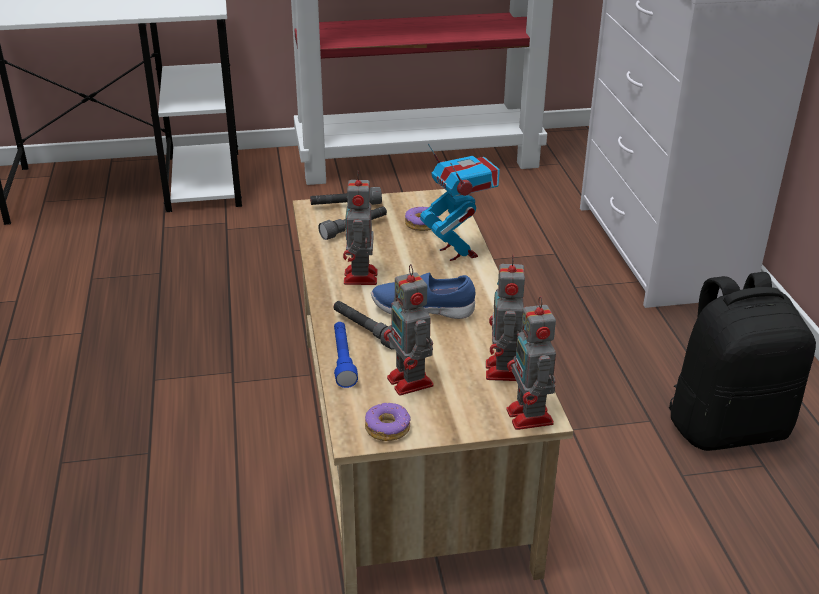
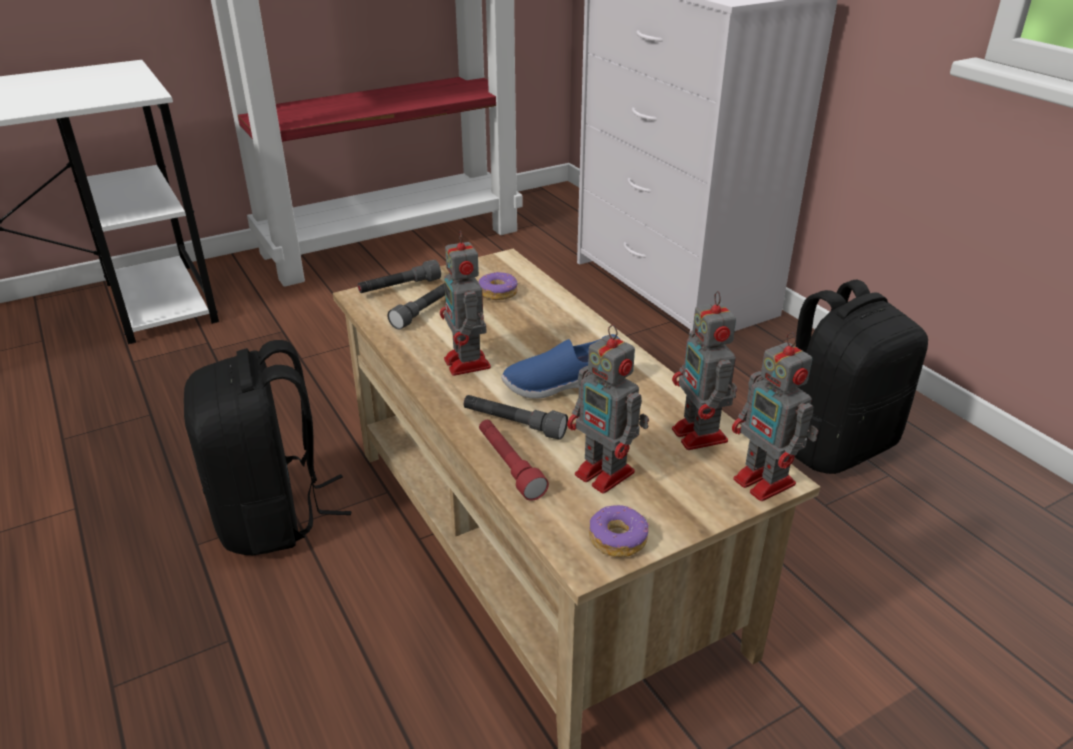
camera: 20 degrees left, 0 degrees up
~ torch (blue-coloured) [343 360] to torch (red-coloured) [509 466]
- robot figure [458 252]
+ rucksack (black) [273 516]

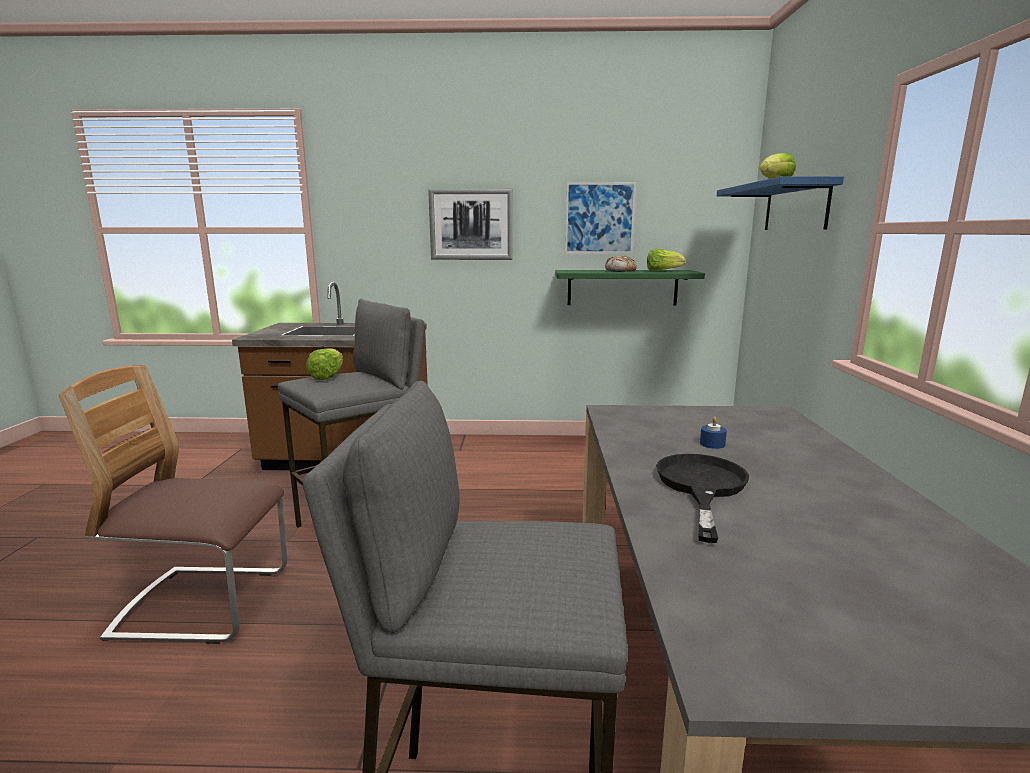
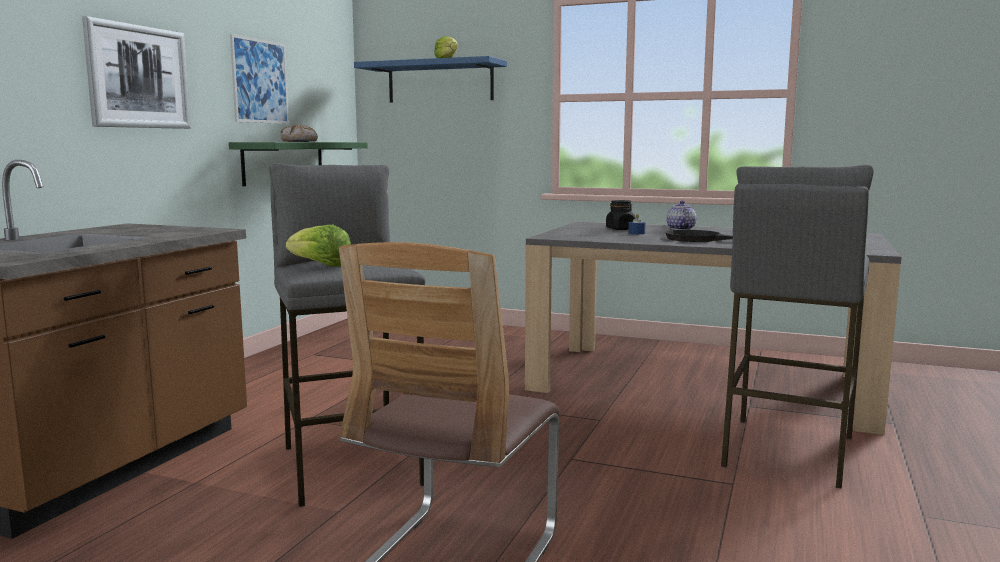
camera: 70 degrees left, 5 degrees down
- lettuce head [662 271]
+ storage jar (black) [620 229]
+ tea pot [680 229]

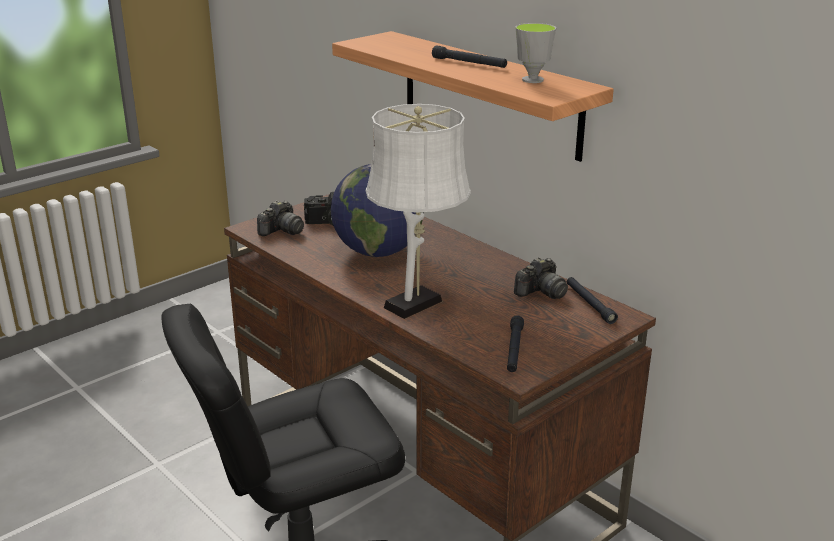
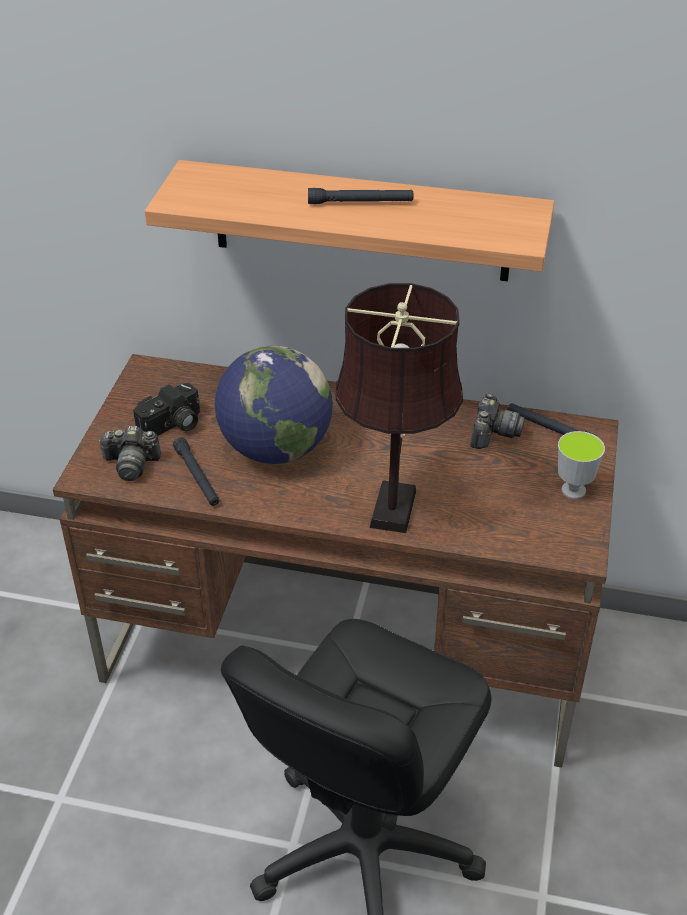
camera: 35 degrees left, 15 degrees up
~ photo camera [282 231] = [131 464] 90 degrees clockwise
~ table lamp (white) [417 302] to table lamp (brown-coloured) [394 504]
~ torch (black) [514 349] to [197 477]
~ drinking cup [532 80] to [573 490]

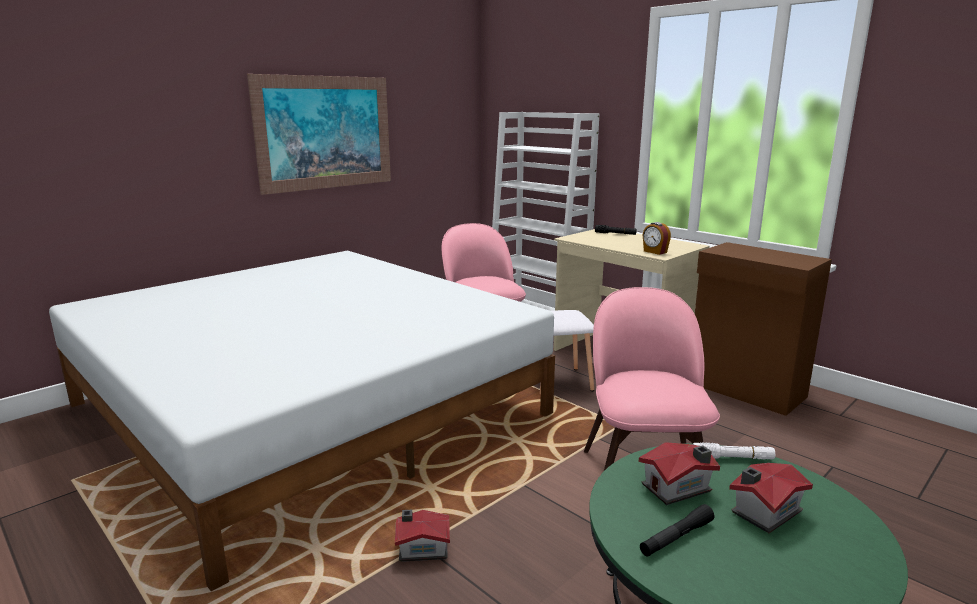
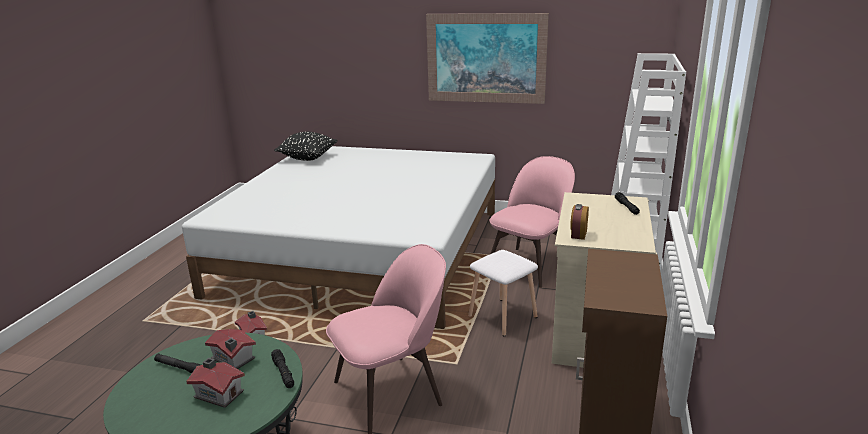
camera: 60 degrees right, 5 degrees up
~ torch (white) [732 458] to torch (black) [283 373]
+ pillow (black) [308 158]

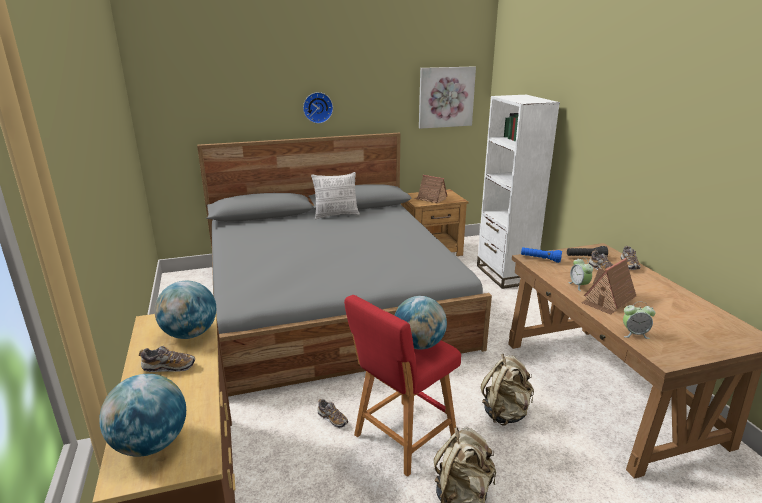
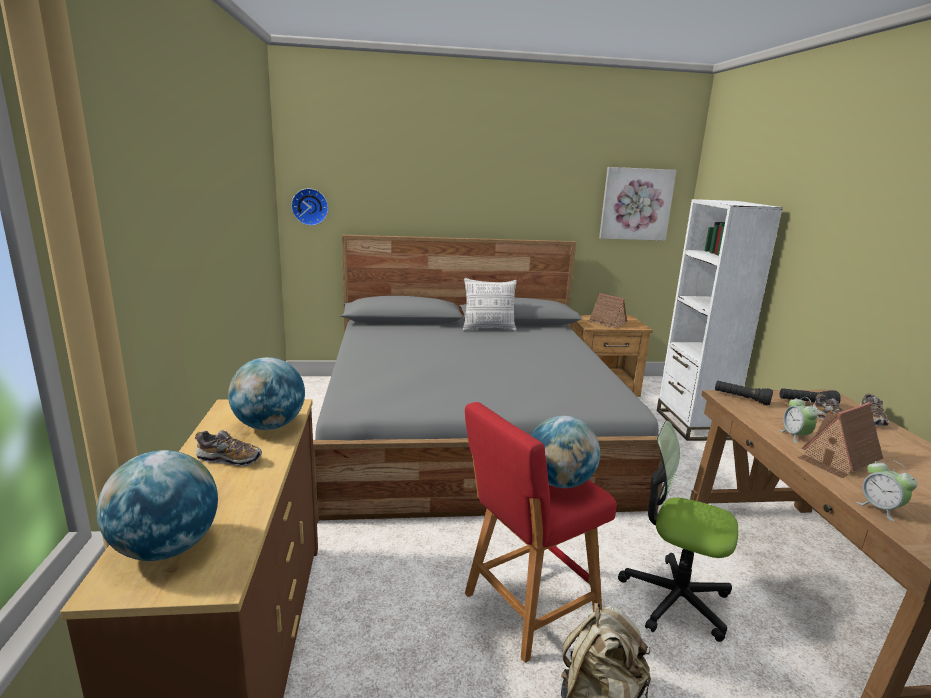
camera: 10 degrees right, 5 degrees down
~ hanging clock [317 107] to [310 206]
- shoe [332 419]
~ rucksack (beige) [505 413] to computer chair [675 599]
~ torch (blue-coloured) [540 259] to torch (black) [741 398]
~ bedside clock [634 334] = [880 509] 45 degrees clockwise

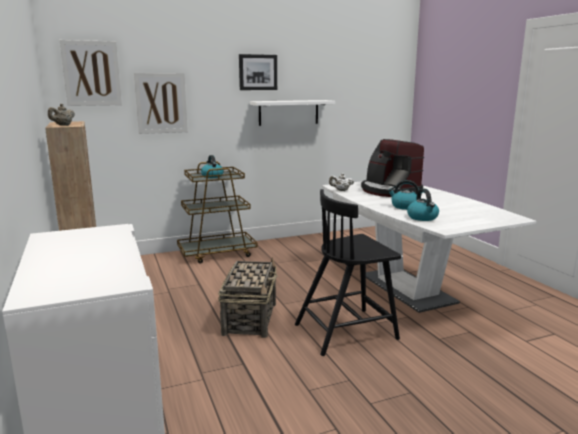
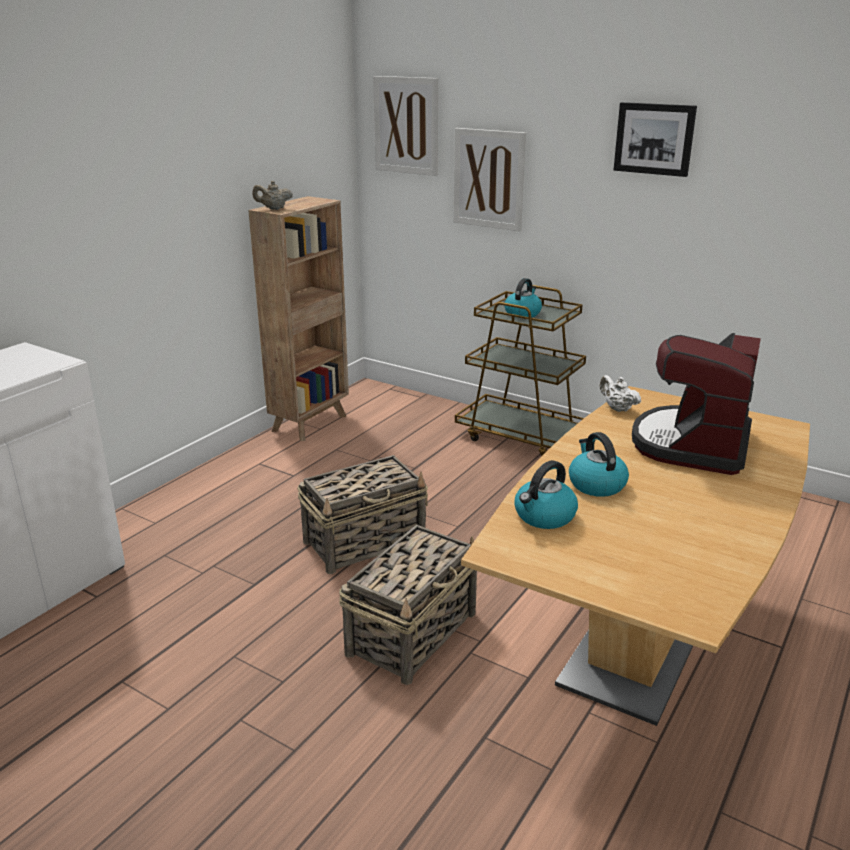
camera: 55 degrees right, 10 degrees up
- shelf (white) [288 112]
~ plain chair (black) [347 331] to household basket [413 632]
~ dinner table (white) [407 288] to dinner table (brown-coloured) [638 644]

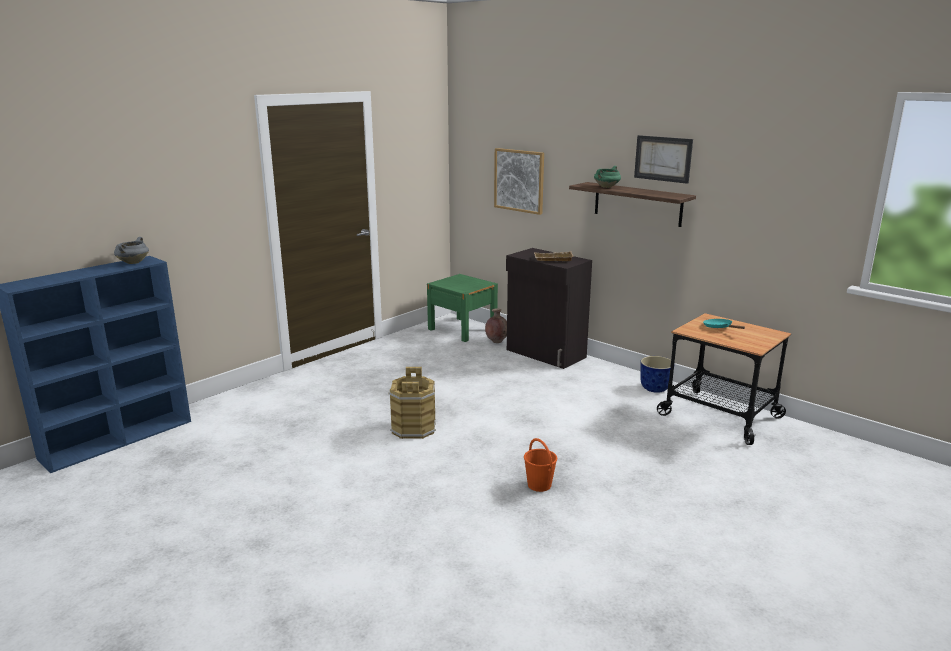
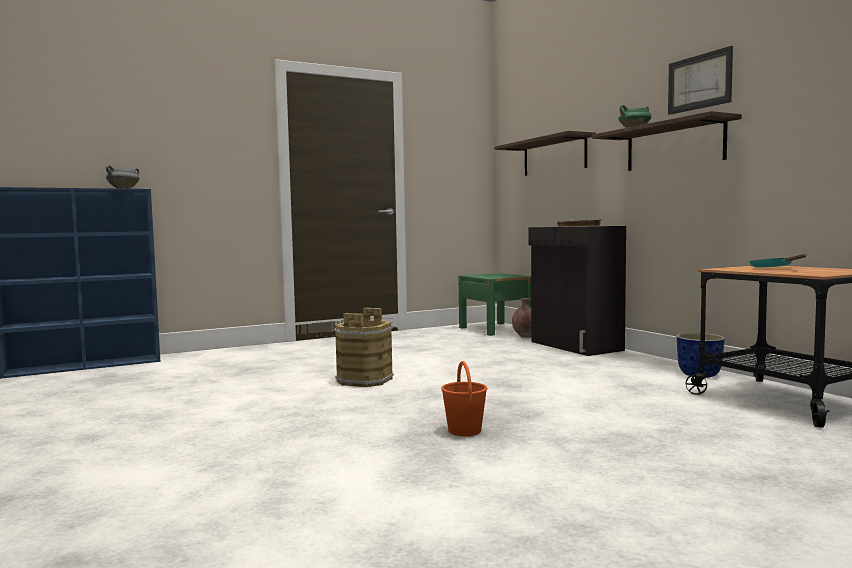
camera: 20 degrees right, 15 degrees down
~ picture [519 180] to shelf [554 156]

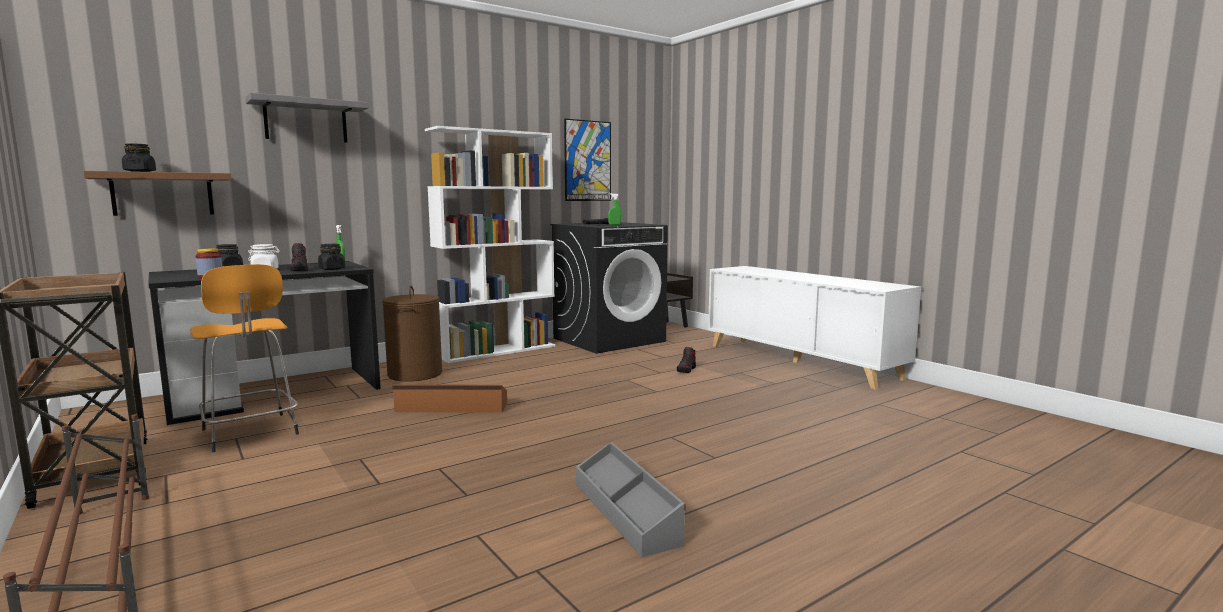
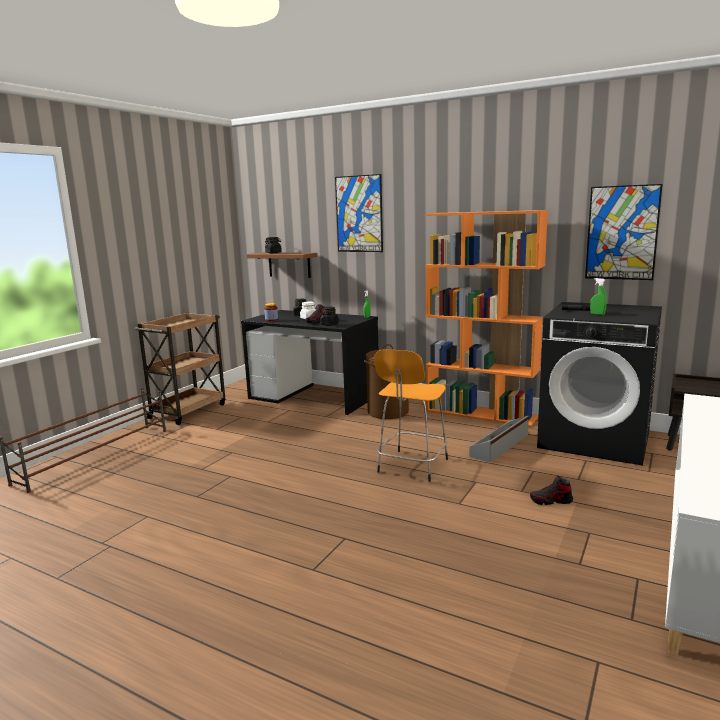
camera: 65 degrees right, 5 degrees up
~ stool seat (orange-coloured) [250 433] to [412 467]
~ shelf (gray) [306 121] to picture [359 214]
- storage box (brown-coloured) [451 408]
~ bookshelf (white) [497 351] to bookshelf (orange-coloured) [481 414]
~ storage box (gray) [626 511] to [500 445]

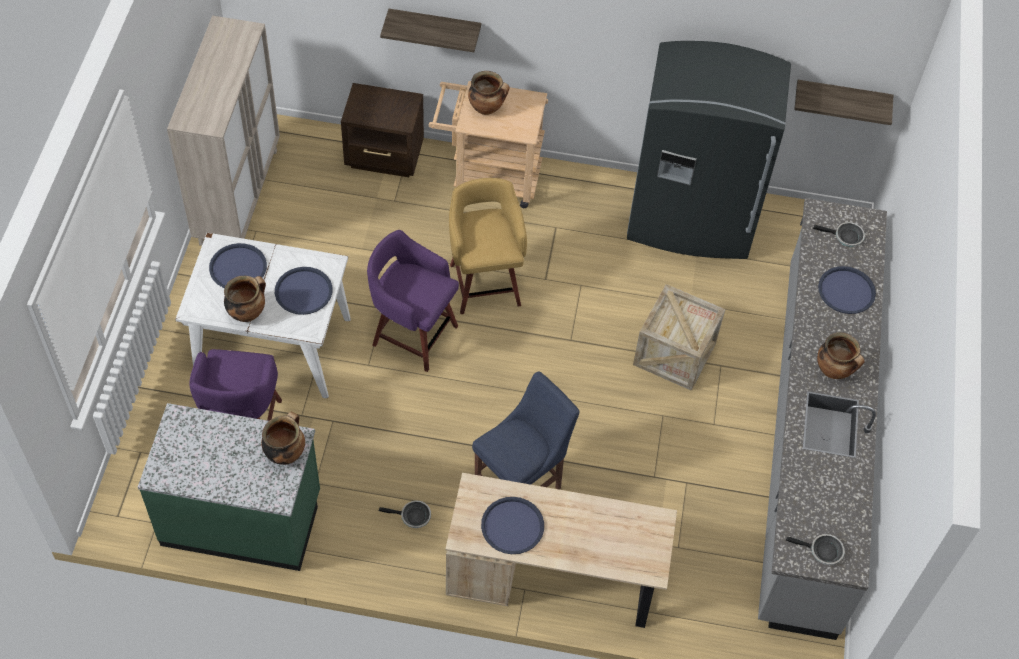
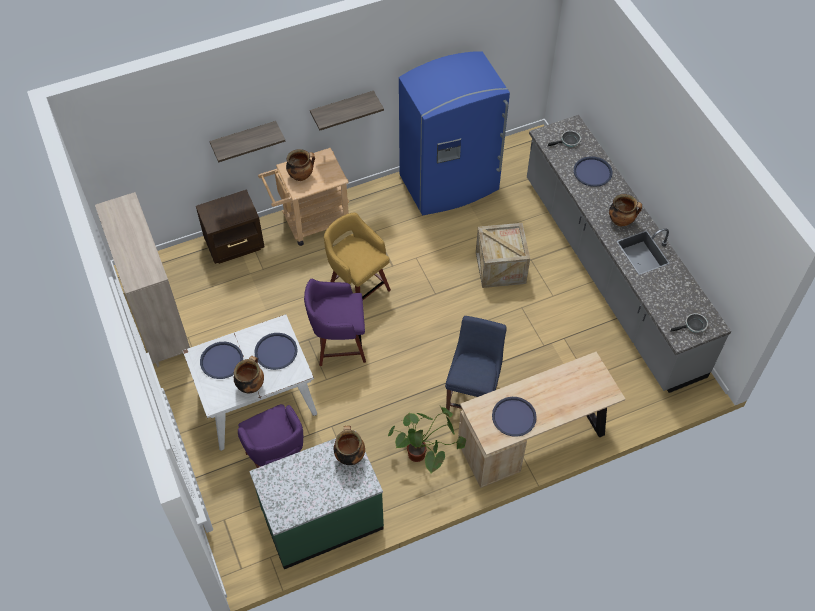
camera: 30 degrees left, 0 degrees up
~ skillet [413 516] to potted plant [425 454]
~ refrigerator (gray) [690 221] to refrigerator (blue-coloured) [450 184]
~ shelf [841 98] to [342 108]

